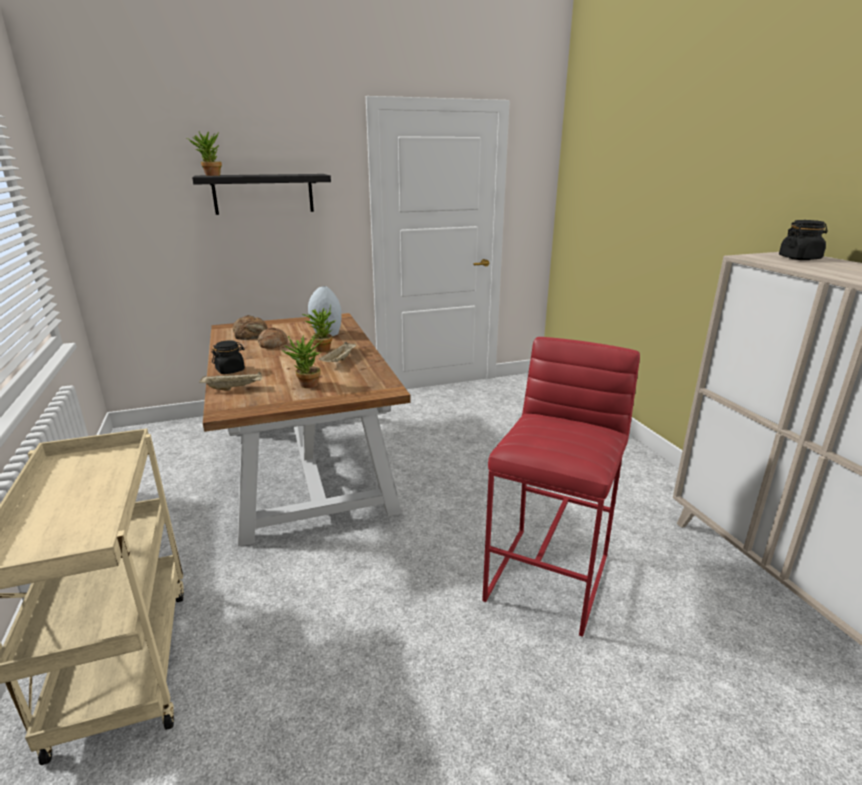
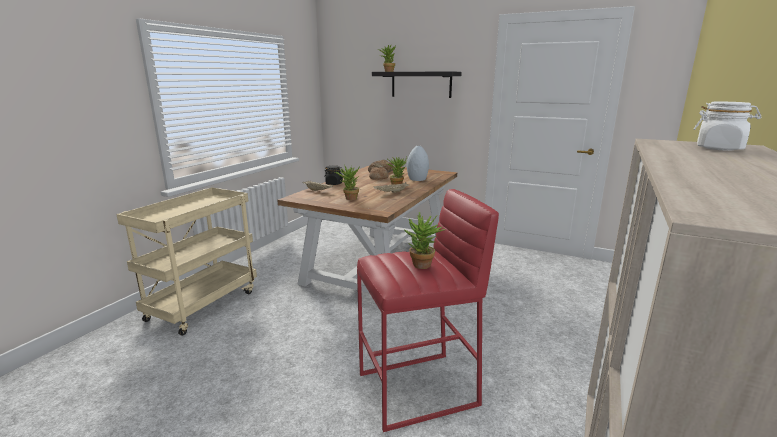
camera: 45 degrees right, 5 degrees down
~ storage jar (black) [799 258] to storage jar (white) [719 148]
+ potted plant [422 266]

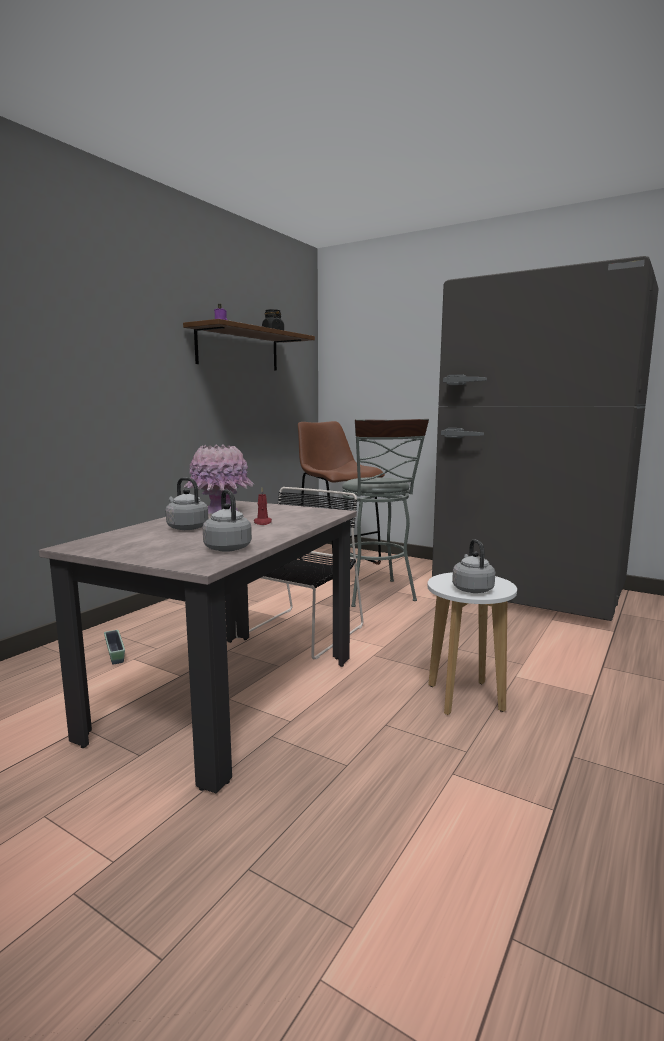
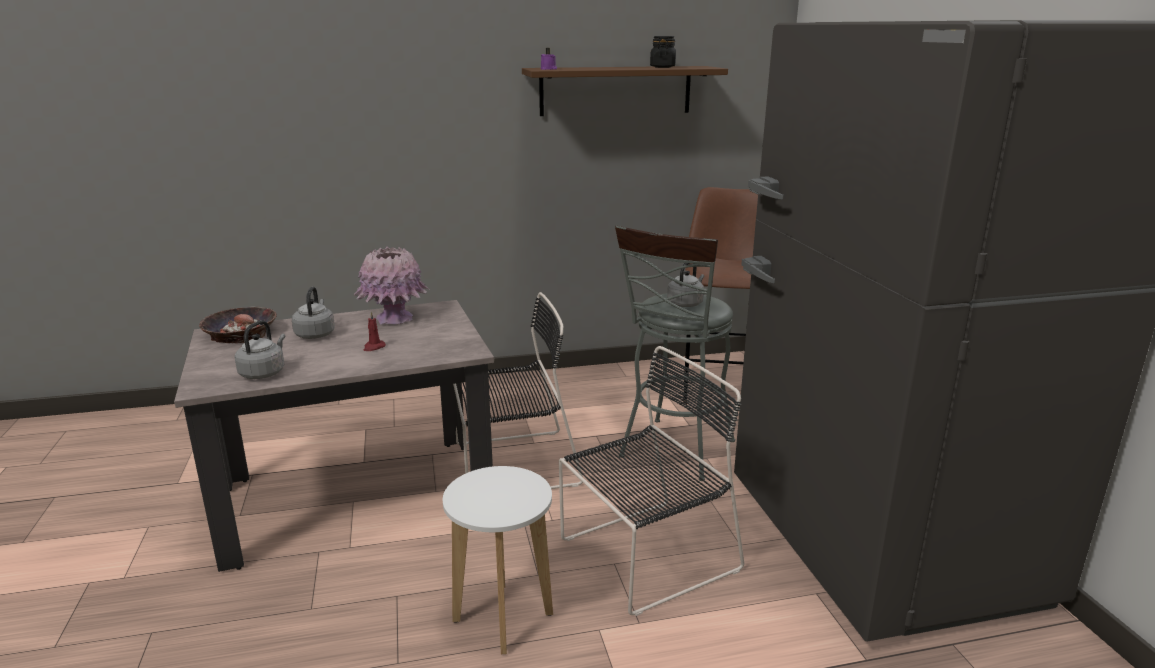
camera: 45 degrees right, 10 degrees up
- plant pot [115 653]
~ tea kettle (gray) [472 589] to [686 303]
+ serving bowl [240 334]
+ plain chair (black) [644 556]

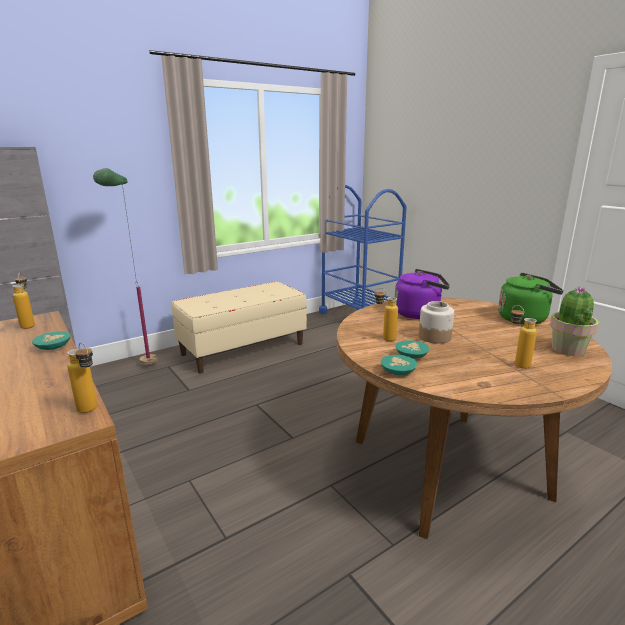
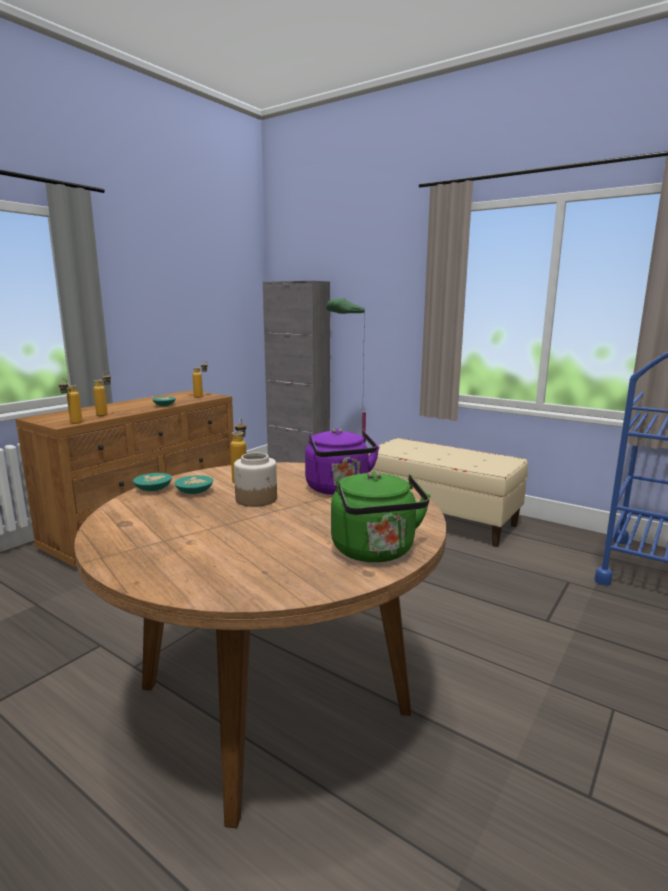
camera: 70 degrees right, 5 degrees down
~ bottle [516 363] to [106 414]
- potted plant [568 350]

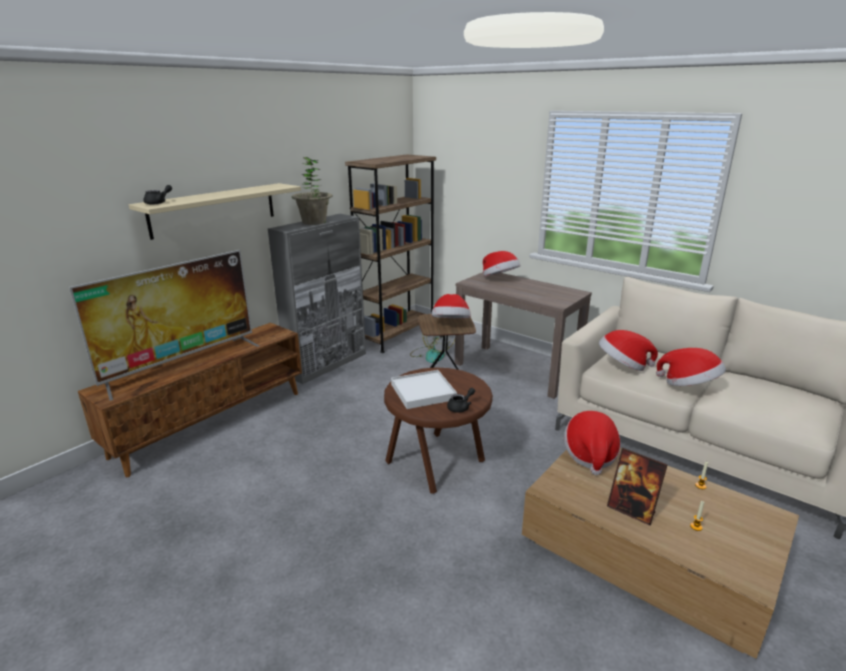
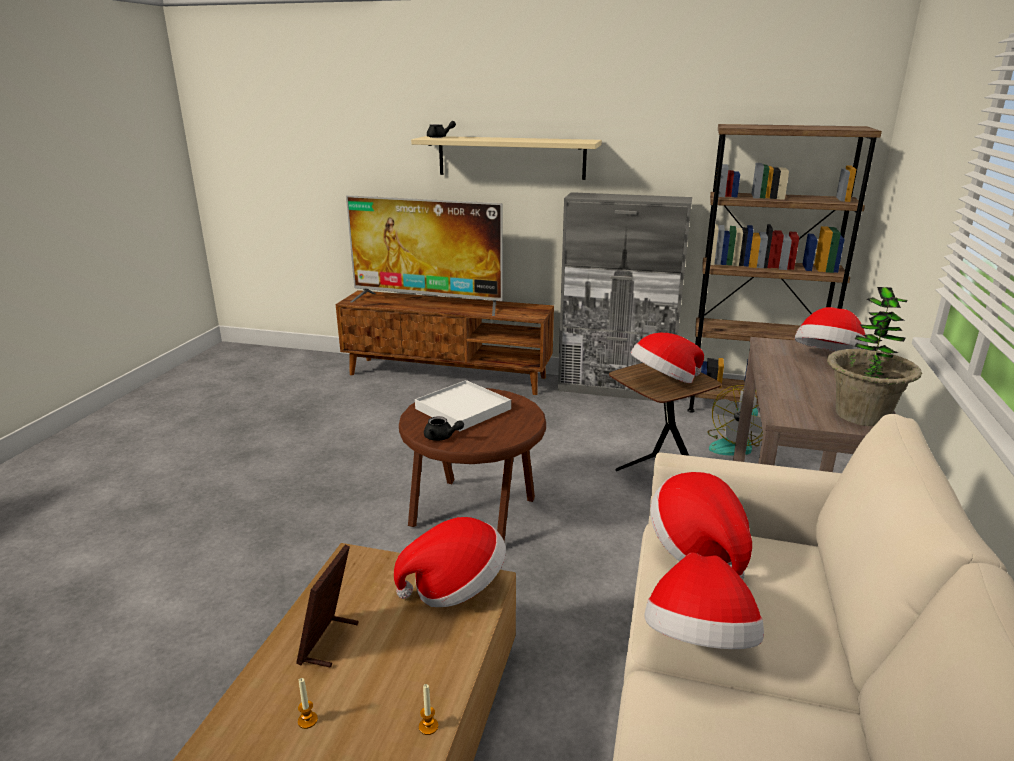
camera: 65 degrees right, 0 degrees up
~ potted plant [314 222] to [861 415]

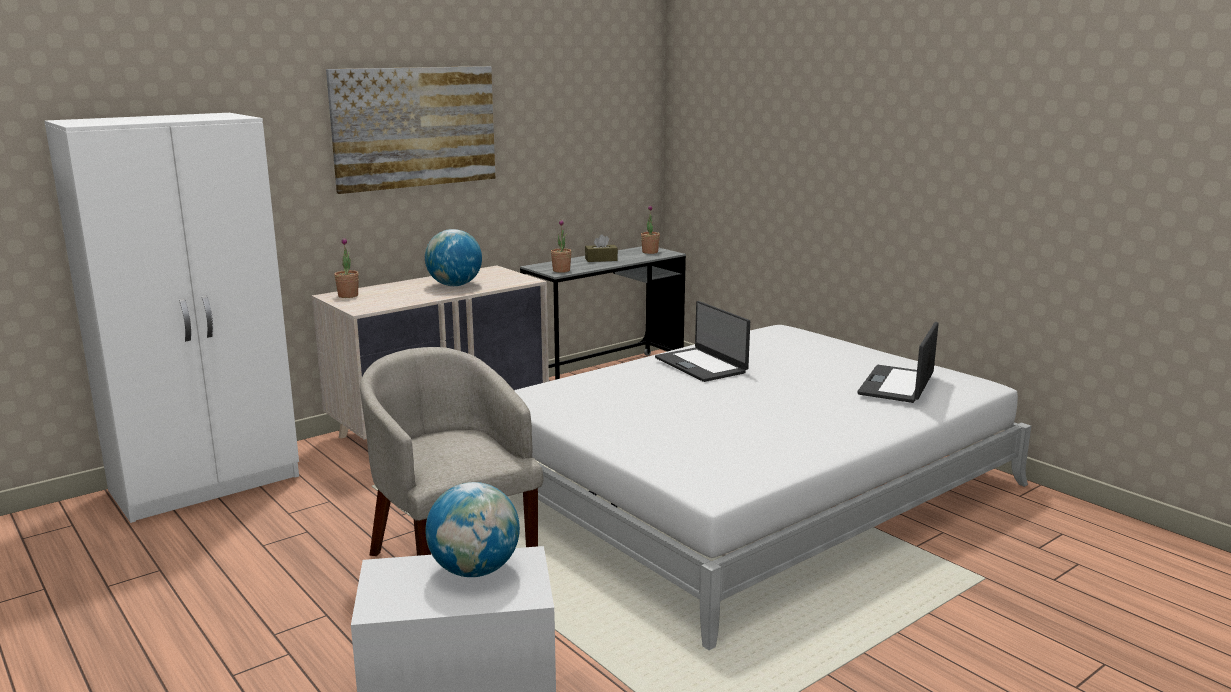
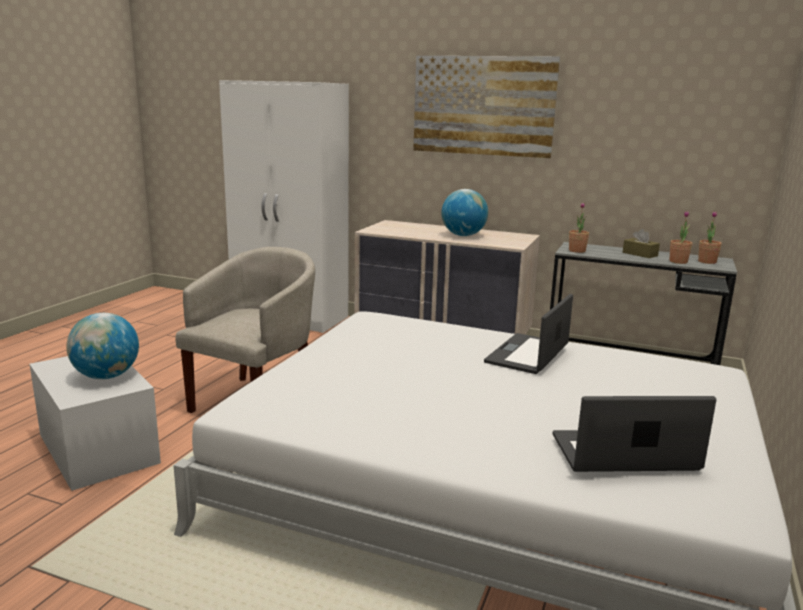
camera: 60 degrees right, 0 degrees up
~ potted plant [348 295] to [678 262]

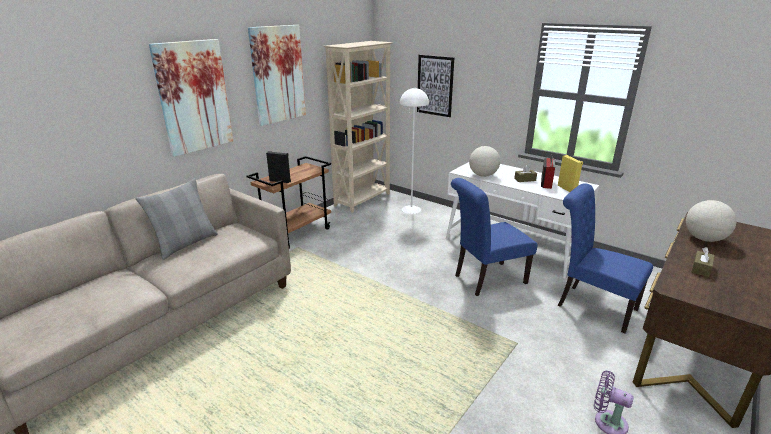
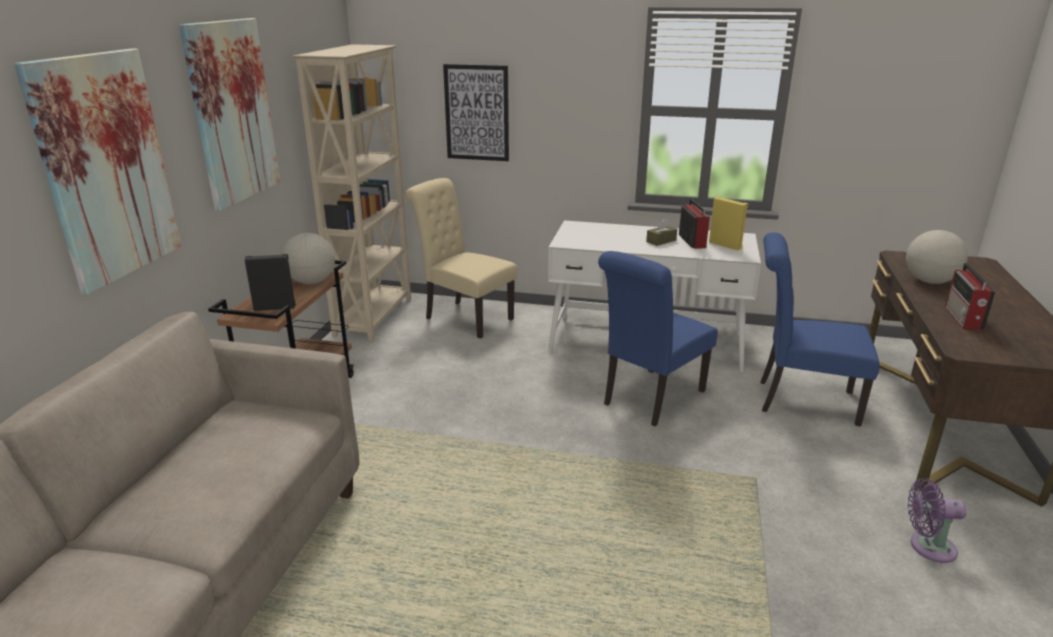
camera: 25 degrees left, 0 degrees up
- pillow (gray) [185 244]
~ standing lamp (white) [411 209] to plain chair (beige) [464 317]
~ world globe [483 175] to [311 282]
~ tissue box (brown-coloured) [701 268] to radio [963 318]

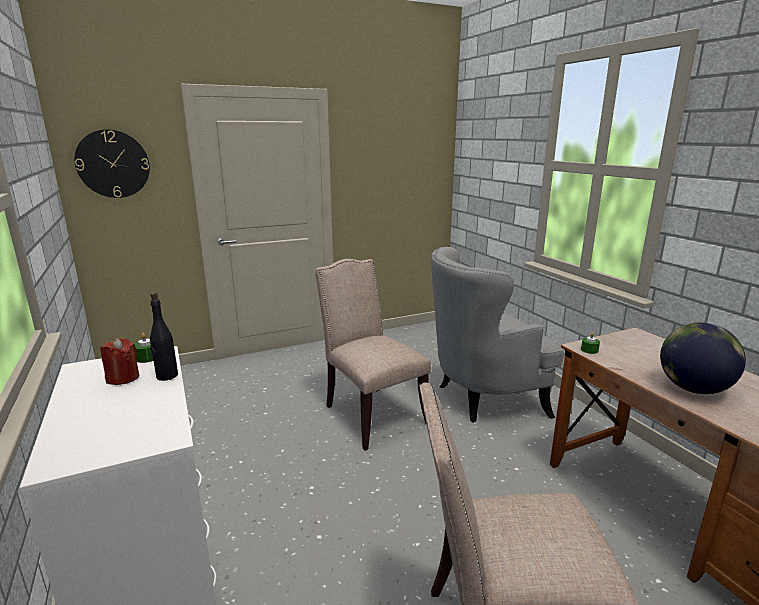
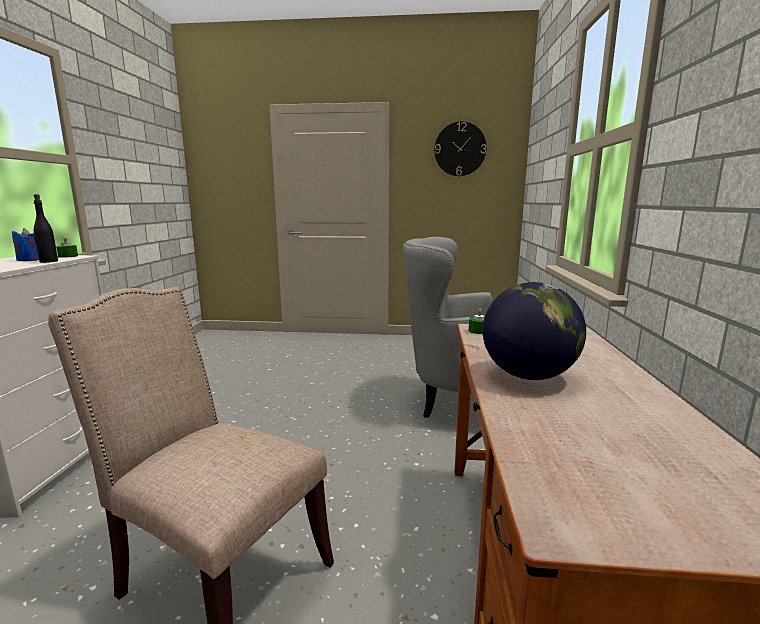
camera: 30 degrees right, 5 degrees down
~ hanging clock [113 164] to [460 149]
~ wax light (red-coloured) [123 378] to wax light (blue-coloured) [30 260]
- plain chair (beige) [371 413]

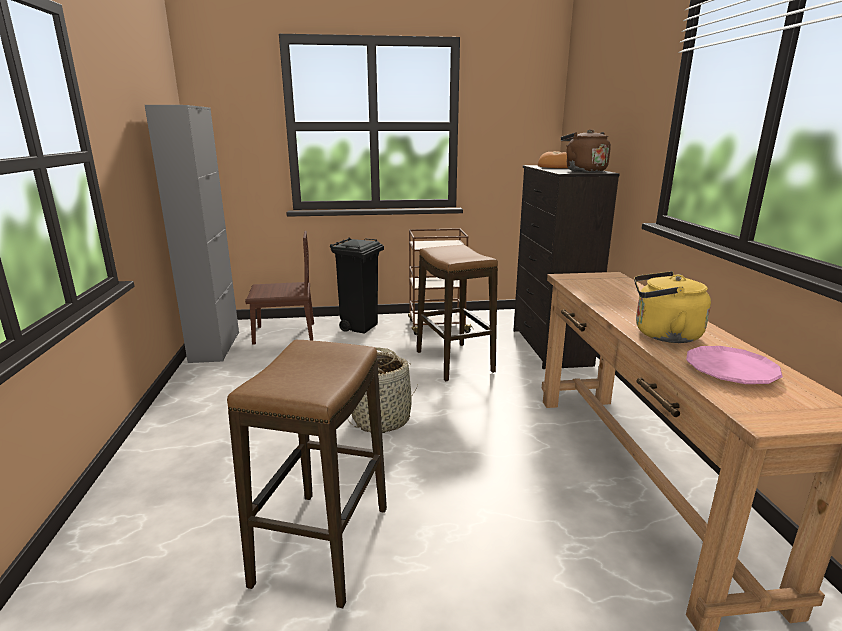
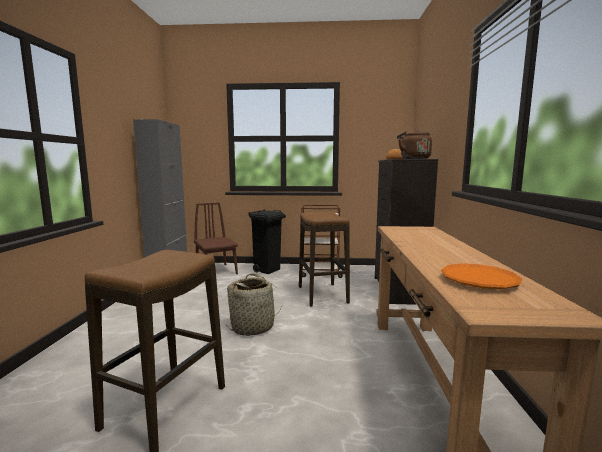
camera: 10 degrees right, 10 degrees down
~ plain chair (brown-coloured) [284 333] = [216 271] 120 degrees counterclockwise
- tea kettle (yellowish) [662 335]
~ flat dish (pinkish) [730 370] to flat dish (orange-coloured) [479 281]

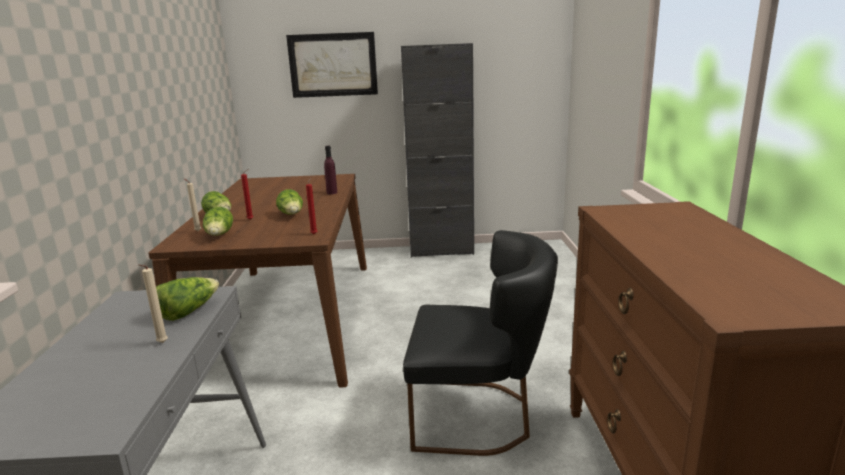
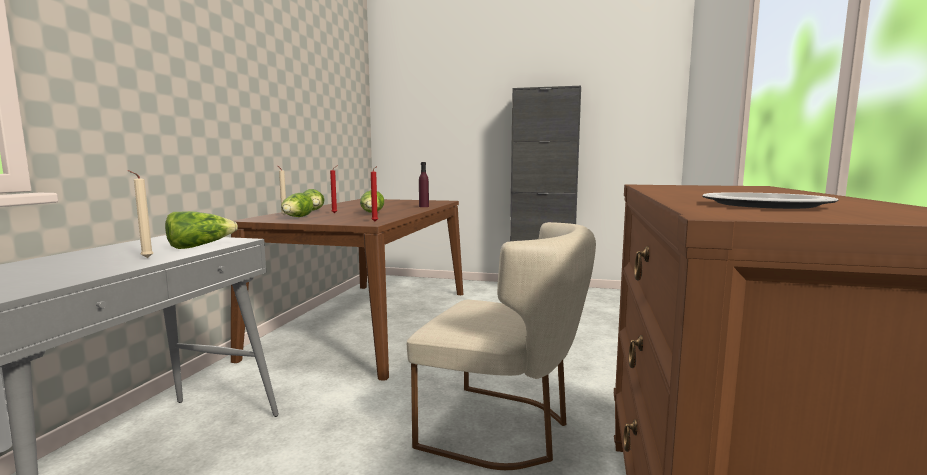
camera: 15 degrees right, 10 degrees down
- picture [333 65]
~ plain chair (black) [478 416] to plain chair (beige) [504 429]
+ flat dish [767 204]

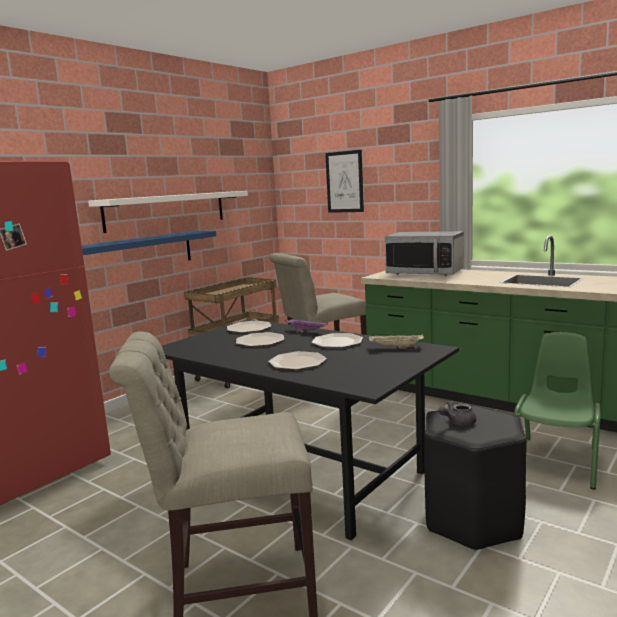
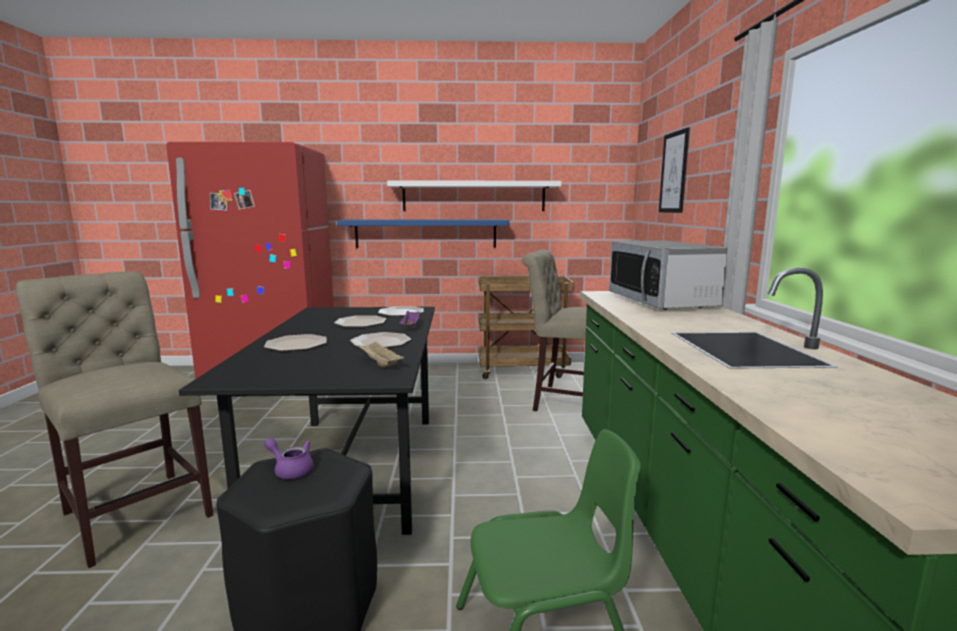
camera: 50 degrees right, 0 degrees up
~ tea pot (gray) [457 422] to tea pot (purple-coloured) [291 470]

